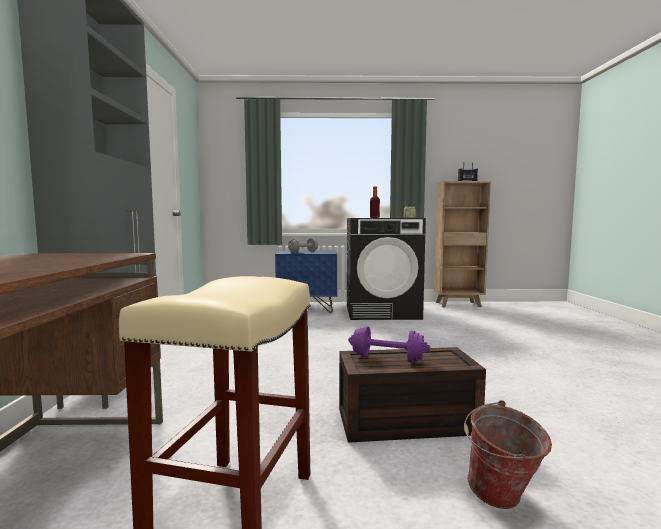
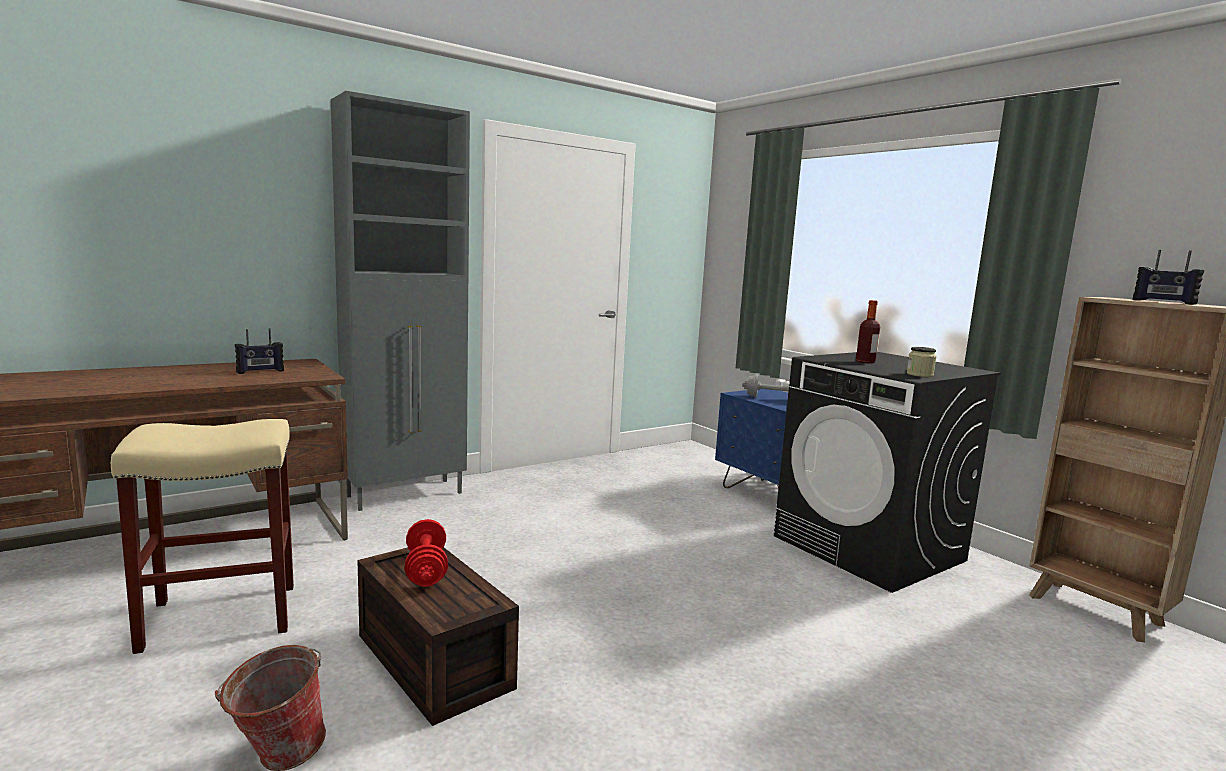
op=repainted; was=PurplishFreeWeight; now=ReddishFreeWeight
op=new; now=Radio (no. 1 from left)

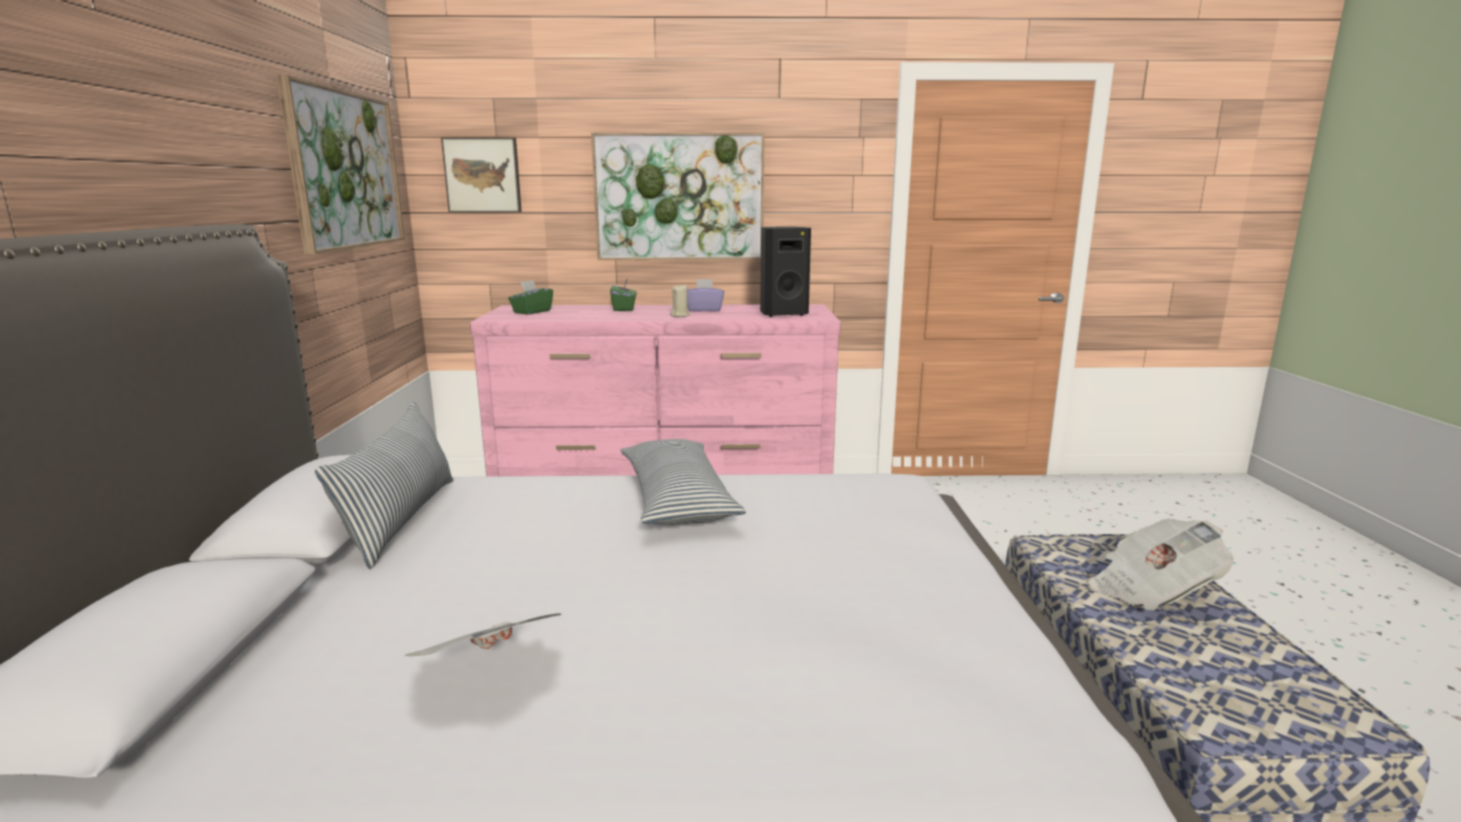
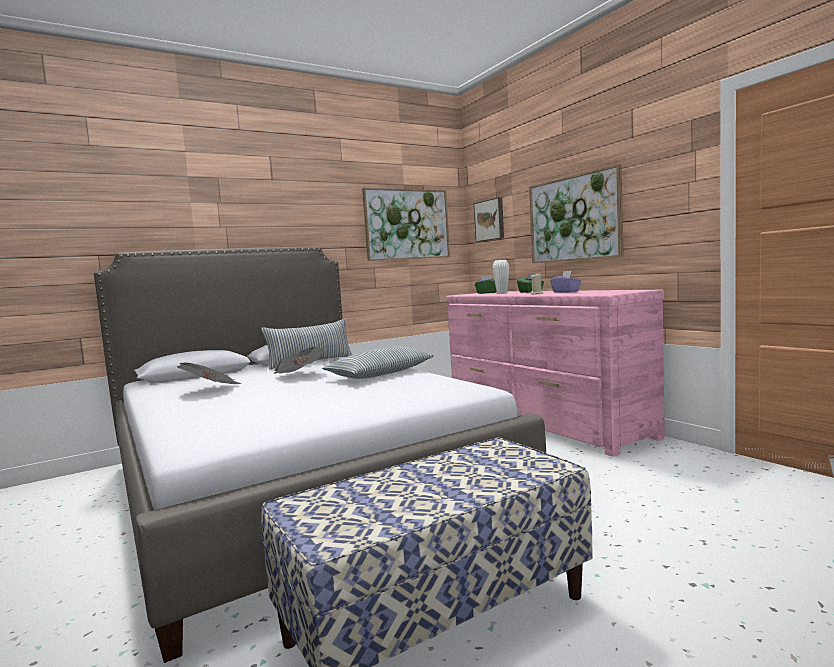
op=gone; was=BlackishLoudspeaker
op=shifted; was=DailyPaper (no. 2 from left)
op=new; now=WhitishDecorativeVase

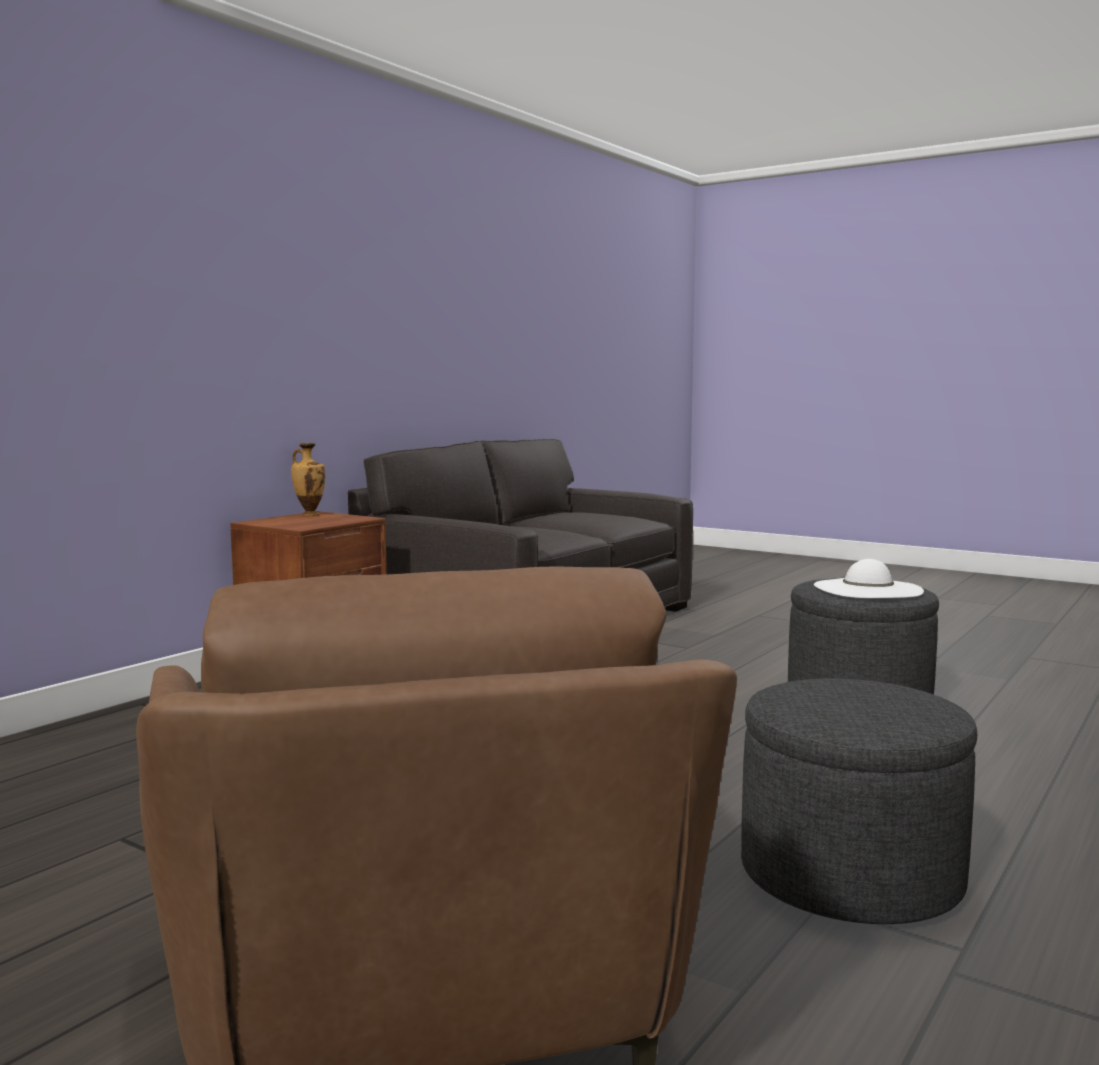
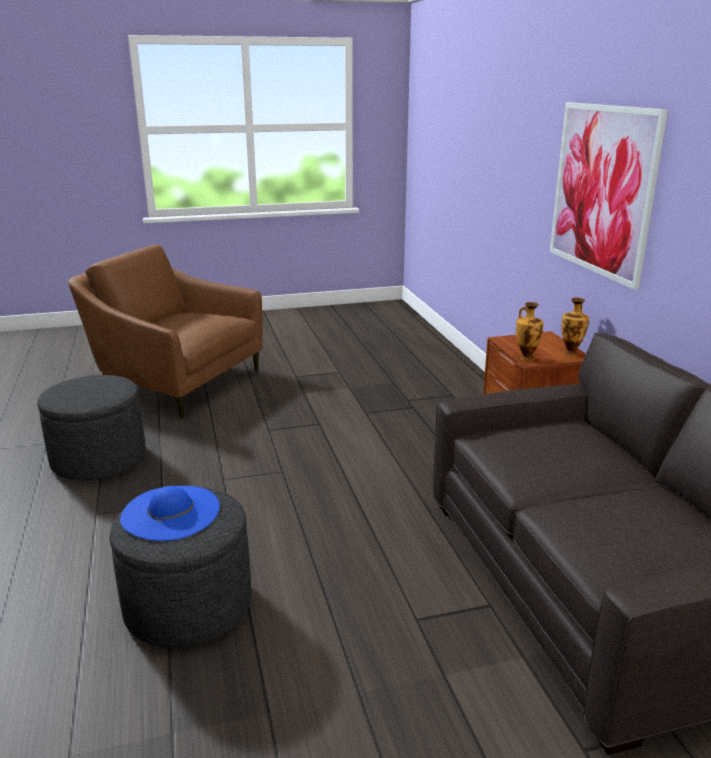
op=repainted; was=WhitishHat; now=BlueColouredHat
op=new; now=WallArt
op=new; now=DecorativeVase (no. 1 from left)

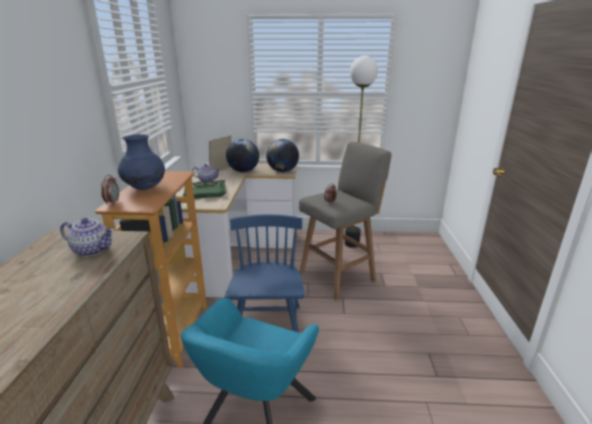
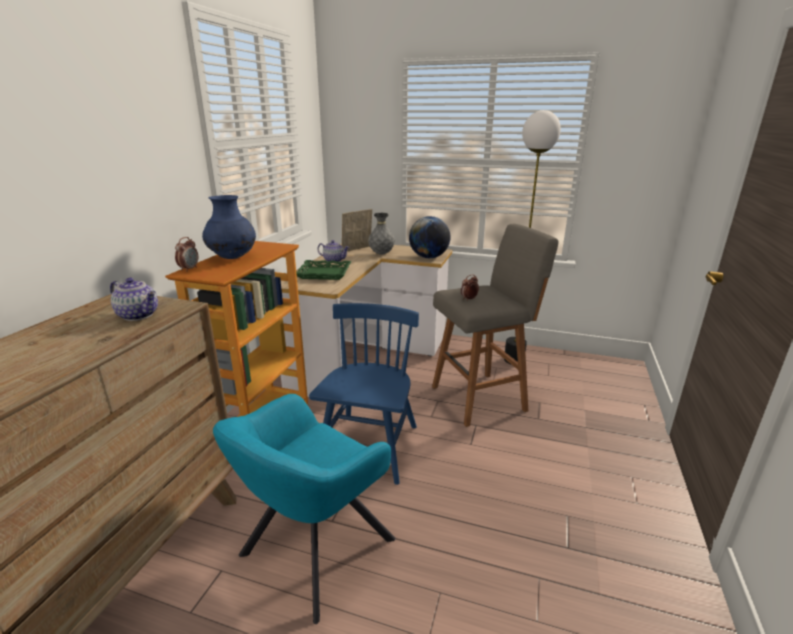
op=swapped; was=WorldGlobe (no. 1 from left); now=GrayDecorativeVase

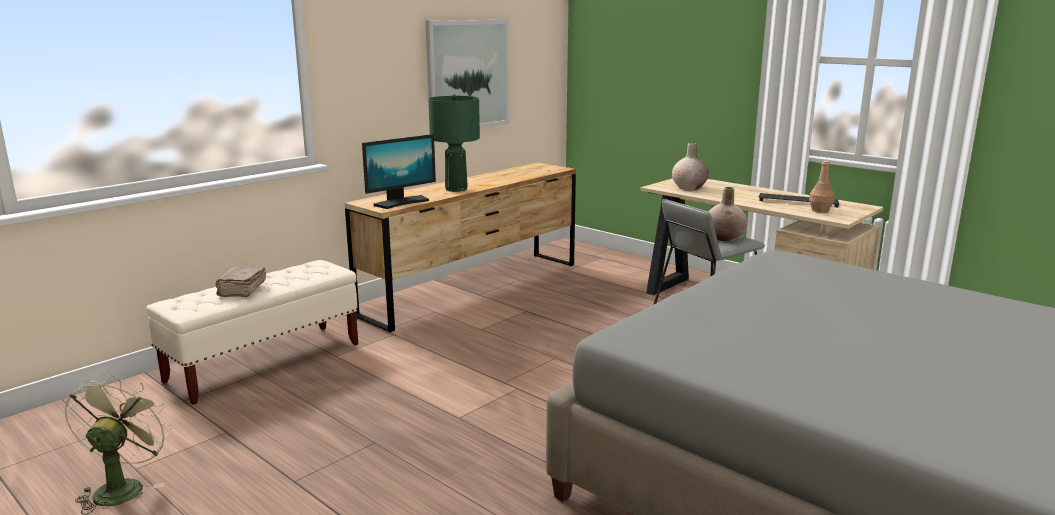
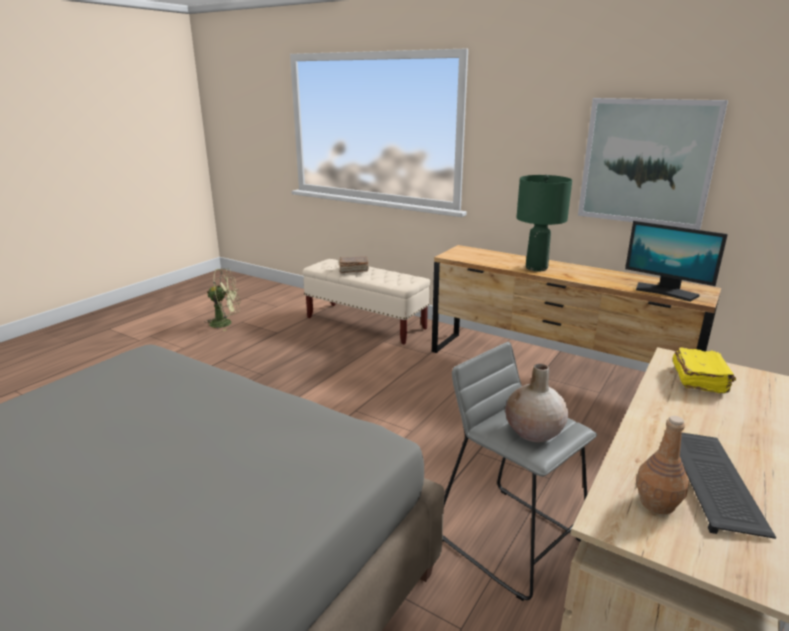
op=shifted; was=Monitor
op=swapped; was=BeigeDecorativeVase (no. 1 from left); now=YellowishBoundBook

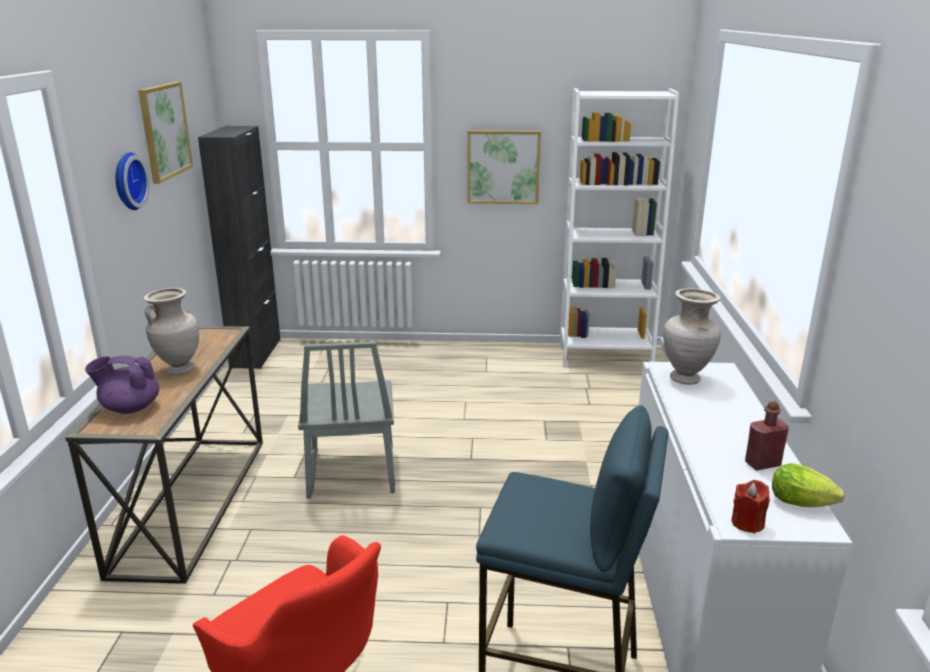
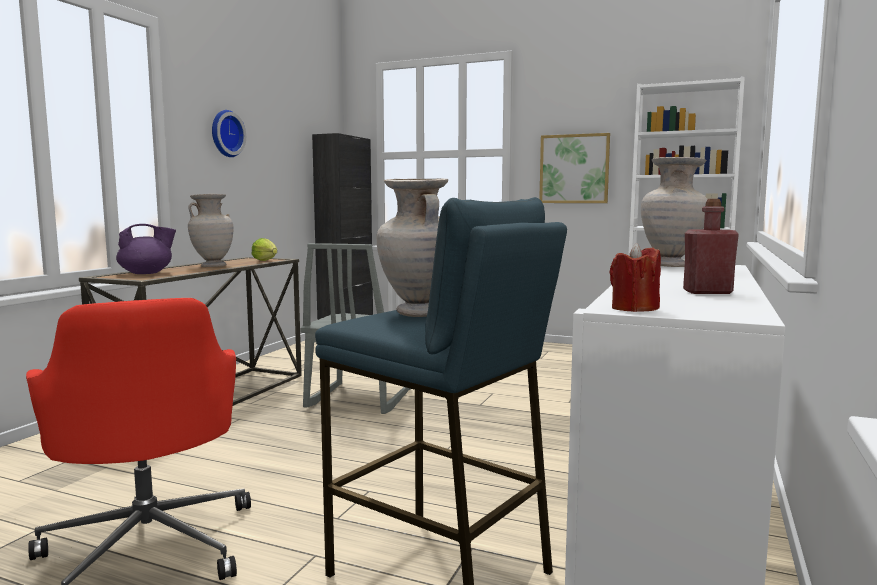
op=gone; was=WallArt (no. 1 from left)
op=rotated; was=PurplishTeapot; clockwise=135
op=shifted; was=LettuceHead
op=new; now=BeigeDecorativeVase (no. 2 from left)

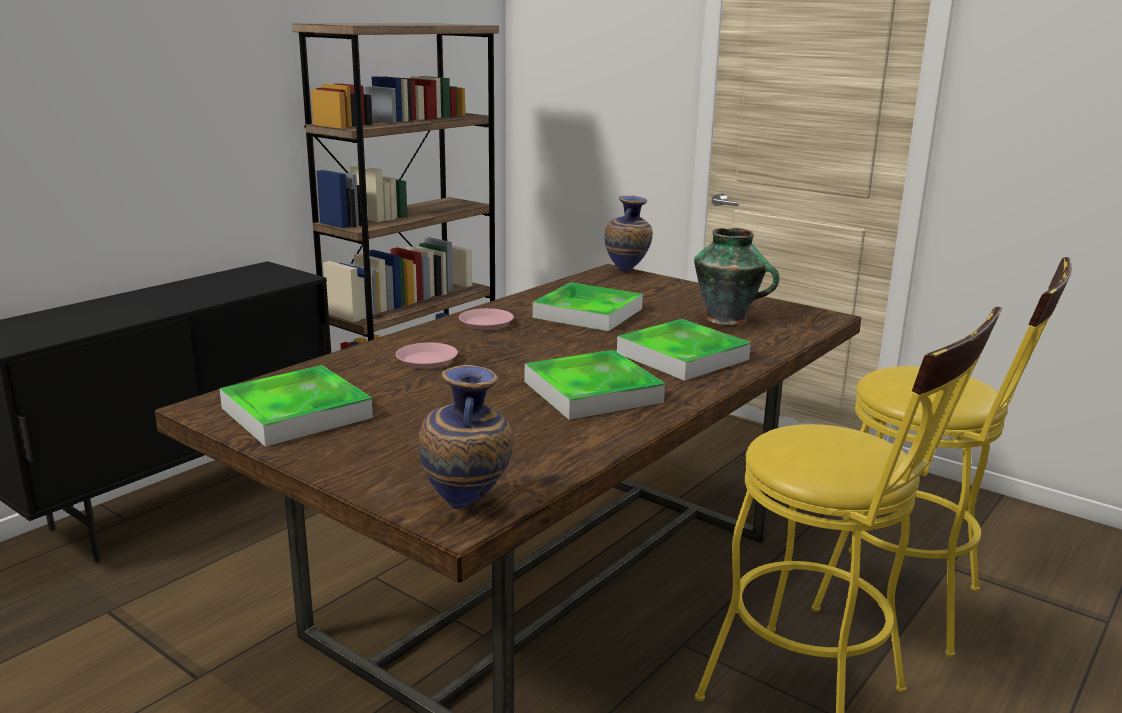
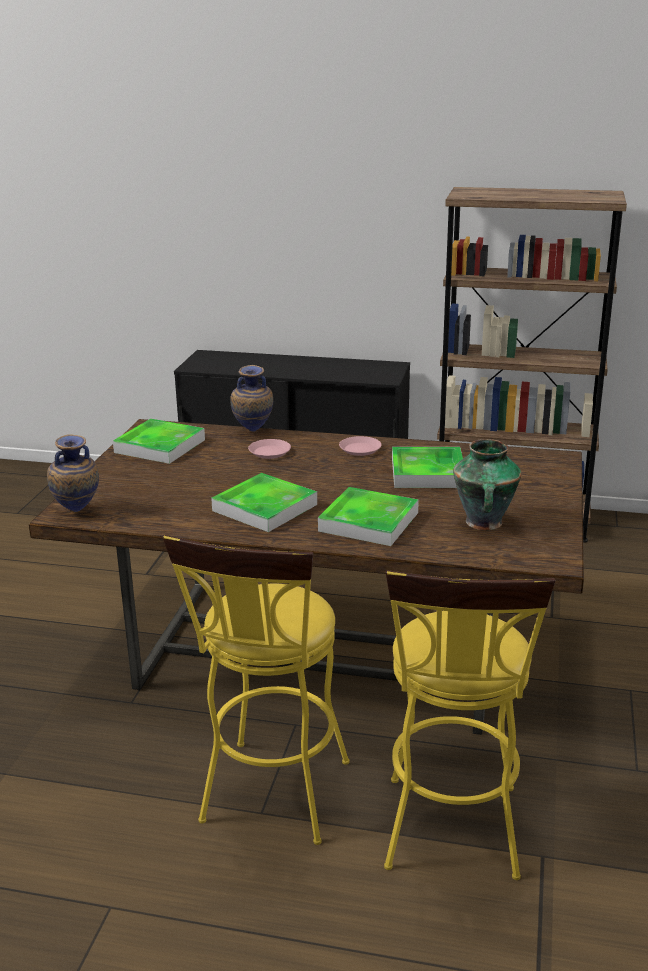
op=shifted; was=DecorativeVase (no. 2 from left)

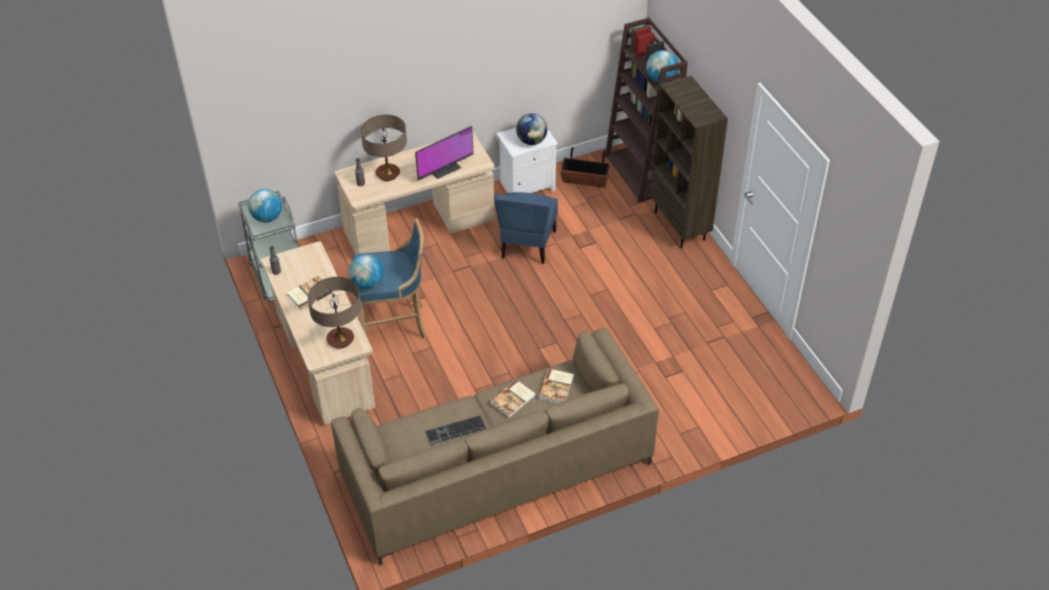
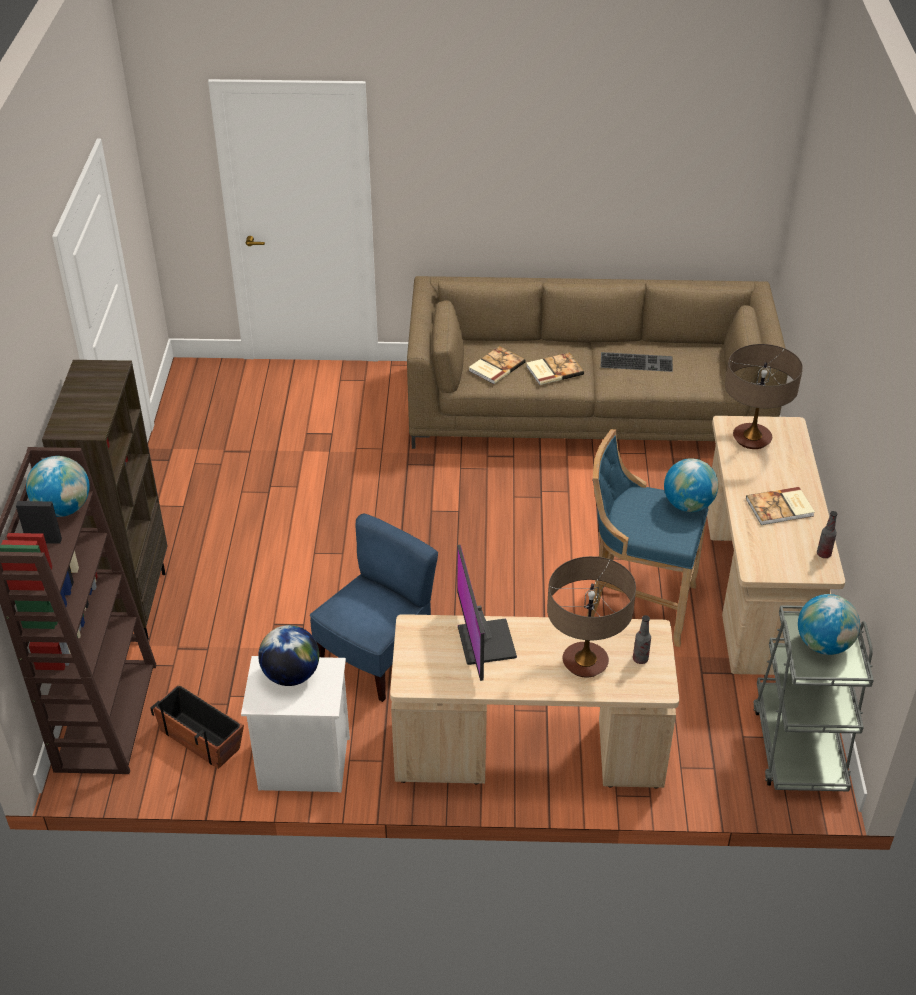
op=rotated; was=Monitor; clockwise=-90

